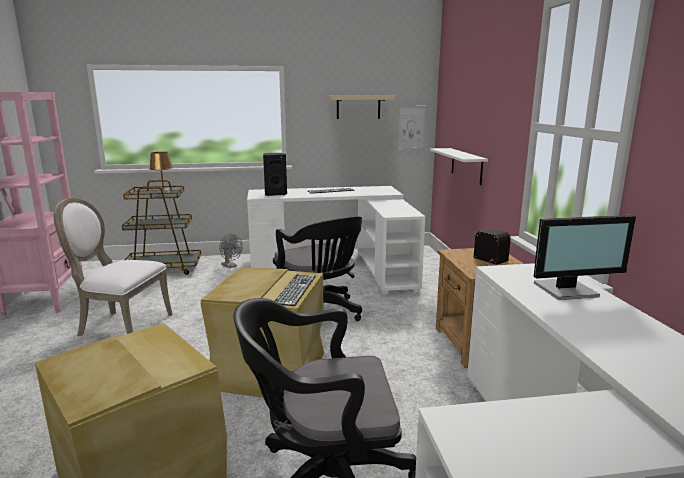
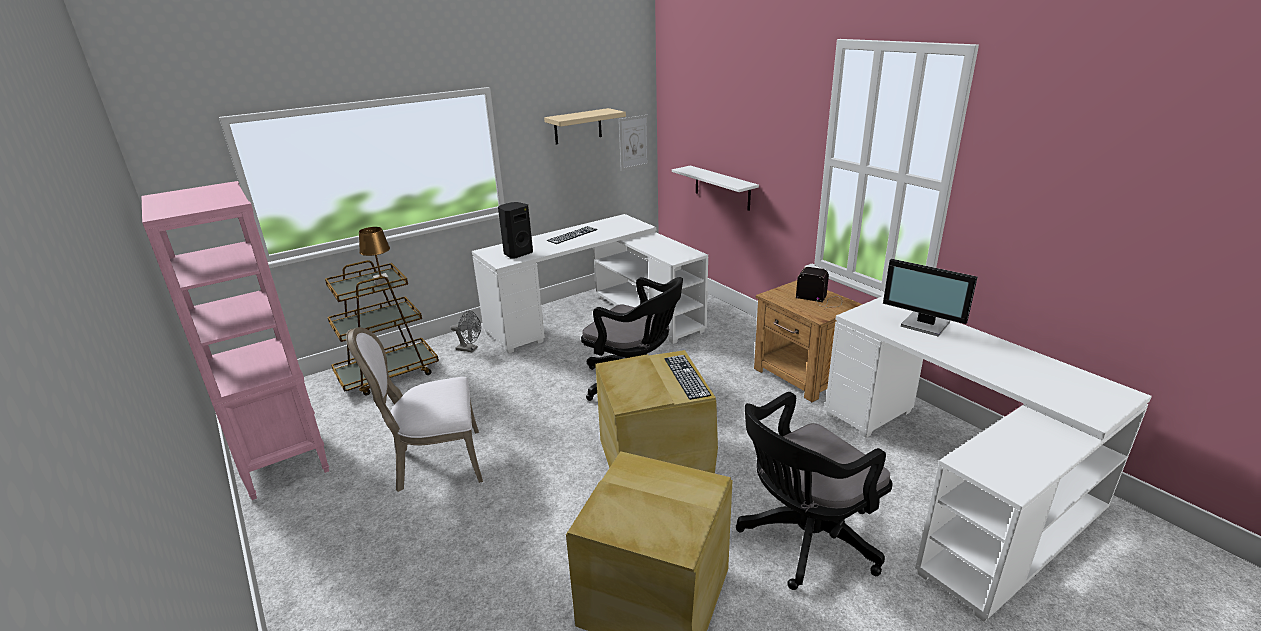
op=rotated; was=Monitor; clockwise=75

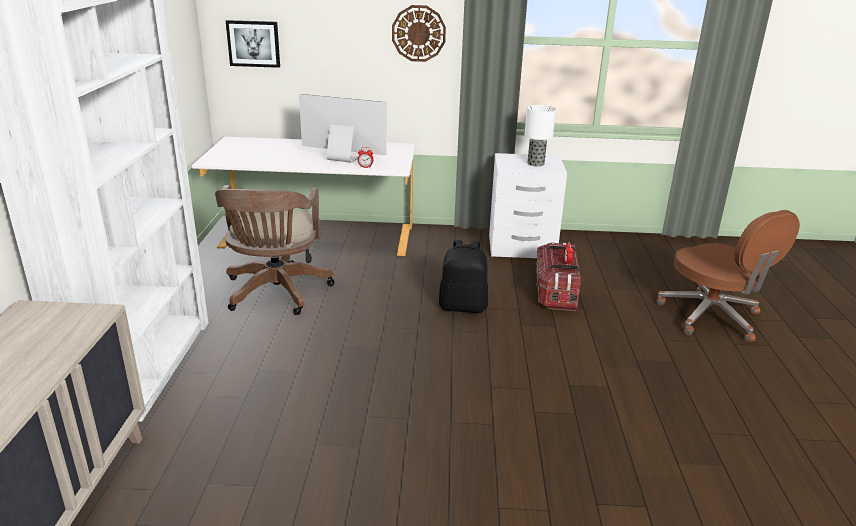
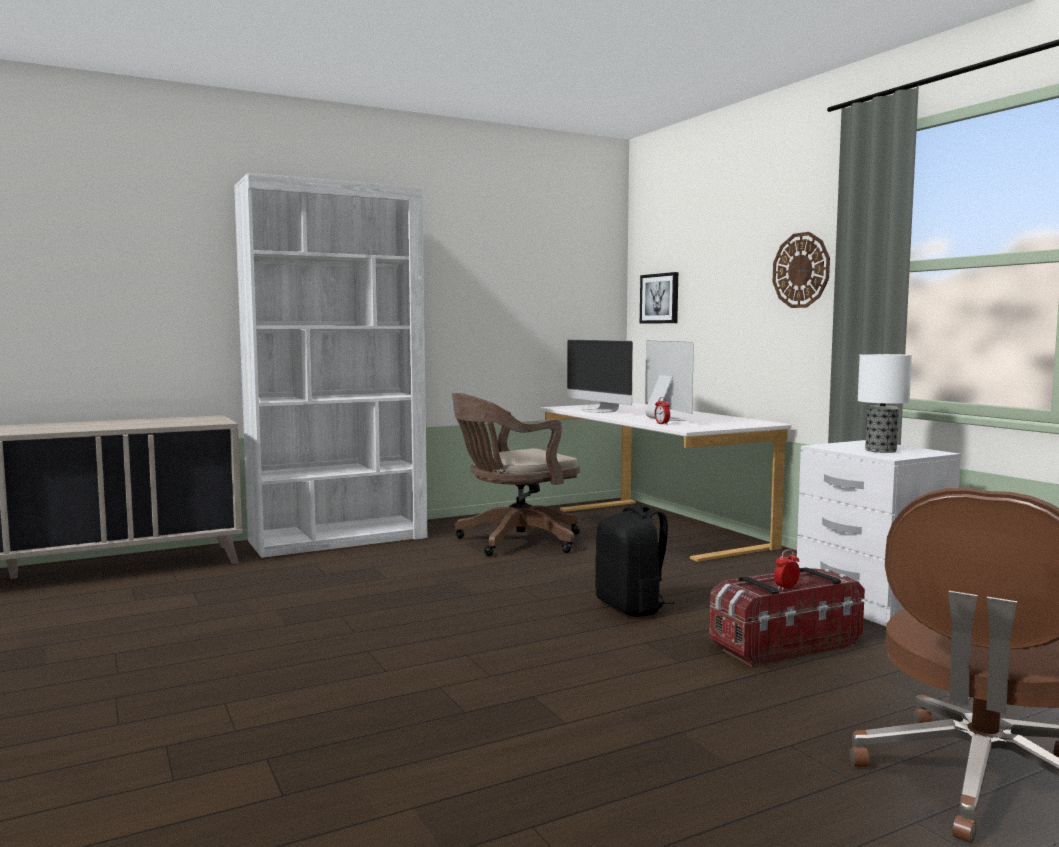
op=new; now=Monitor (no. 1 from left)

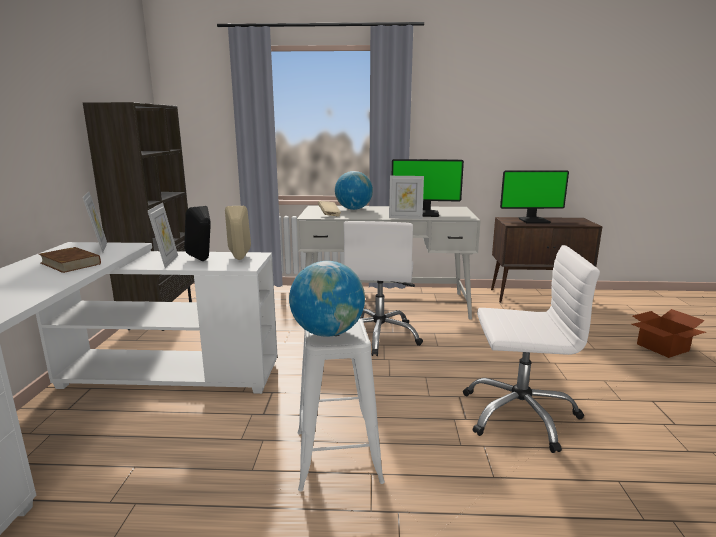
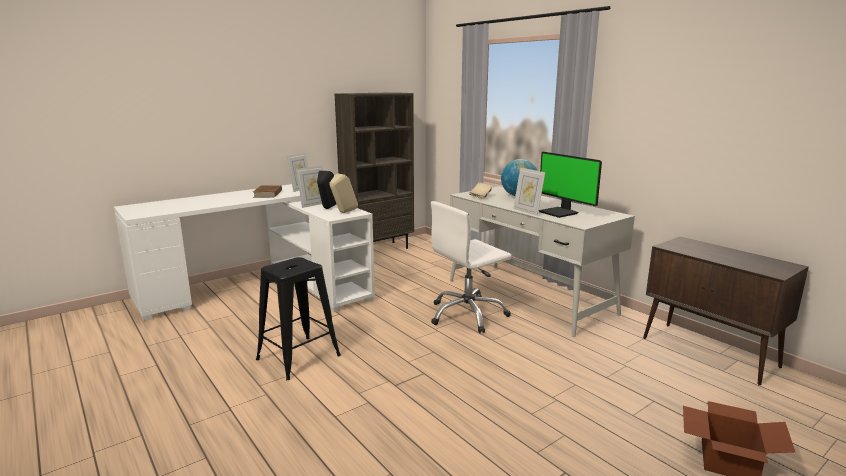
op=gone; was=Monitor (no. 2 from left)
op=gone; was=WhitishComputerChair (no. 2 from left)
op=gone; was=WorldGlobe (no. 1 from left)
op=repainted; was=WhitishStool; now=BlackishStool

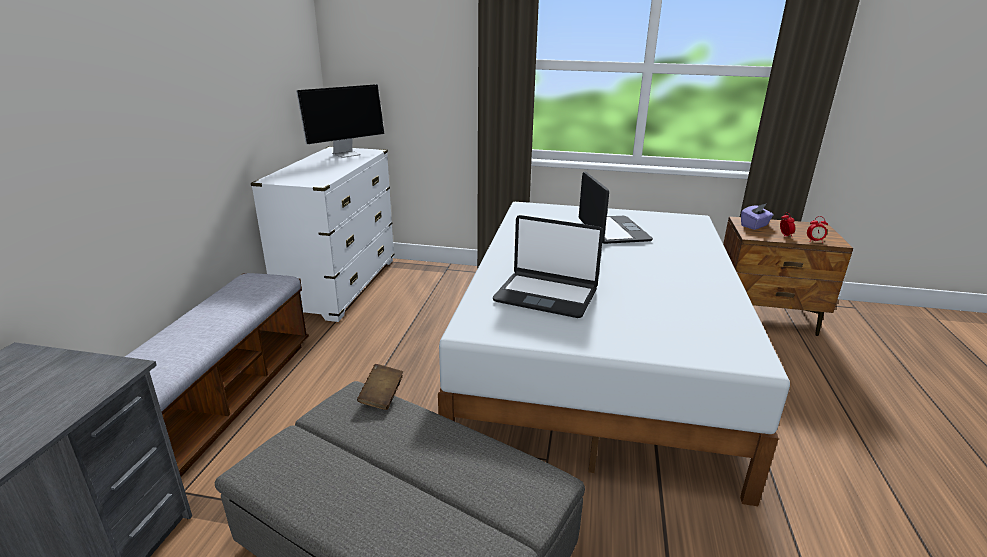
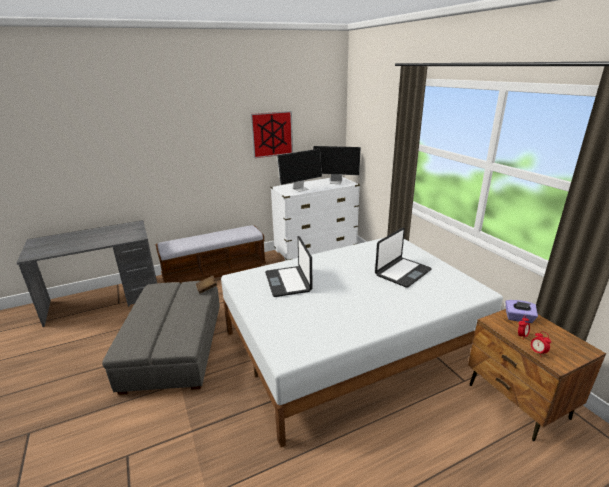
op=new; now=WallArt
op=new; now=Monitor (no. 1 from left)

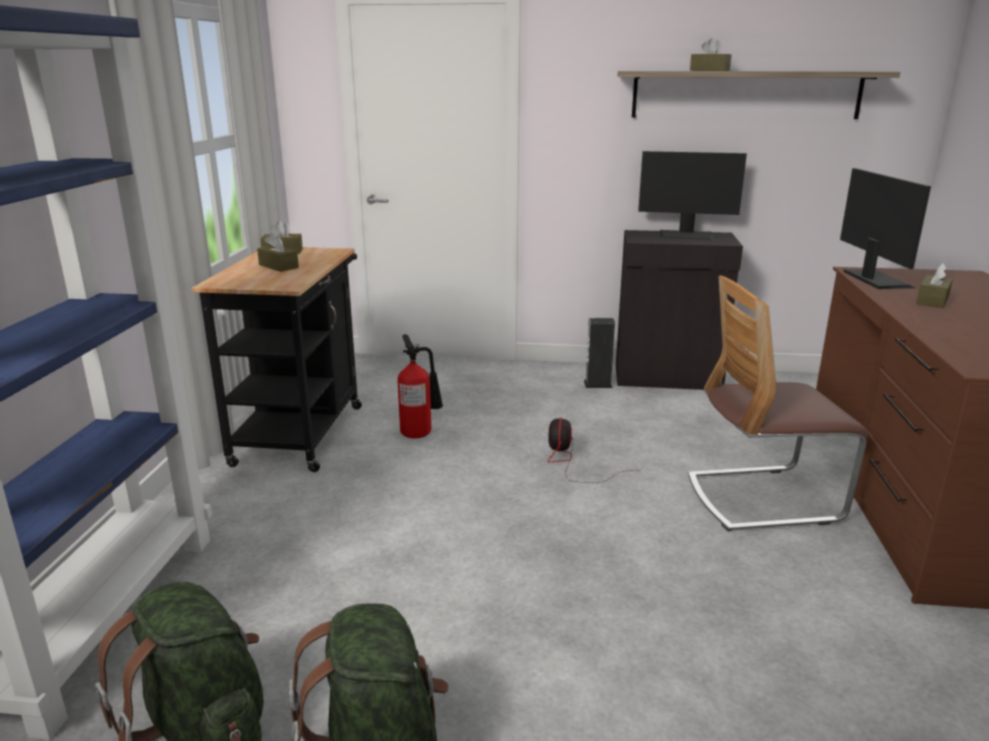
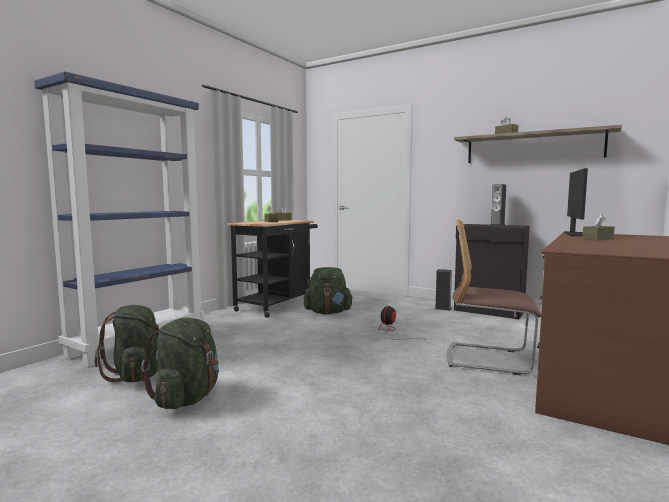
op=swapped; was=Monitor (no. 1 from left); now=Loudspeaker (no. 2 from left)
op=swapped; was=FireFightingCylinder; now=GreenRucksack (no. 3 from left)

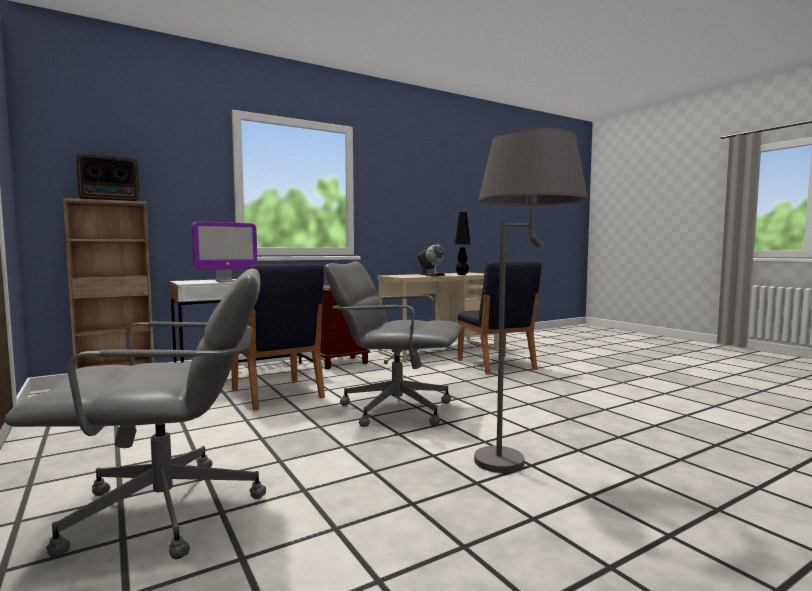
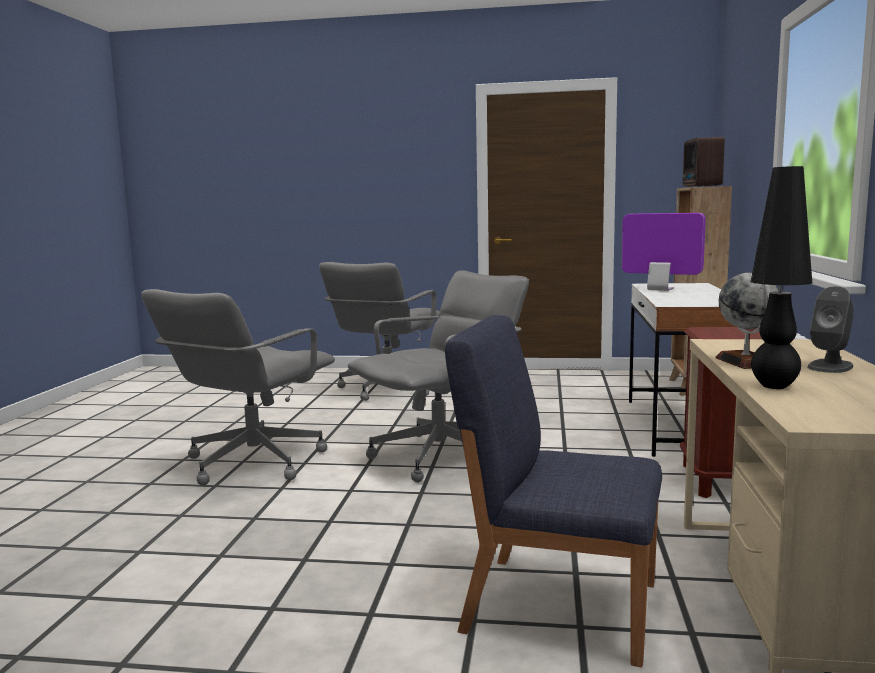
op=swapped; was=GrayStandardLamp; now=GrayComputerChair (no. 1 from left)
op=rotated; was=Monitor; clockwise=120
op=gone; was=BlueColouredChair (no. 1 from left)

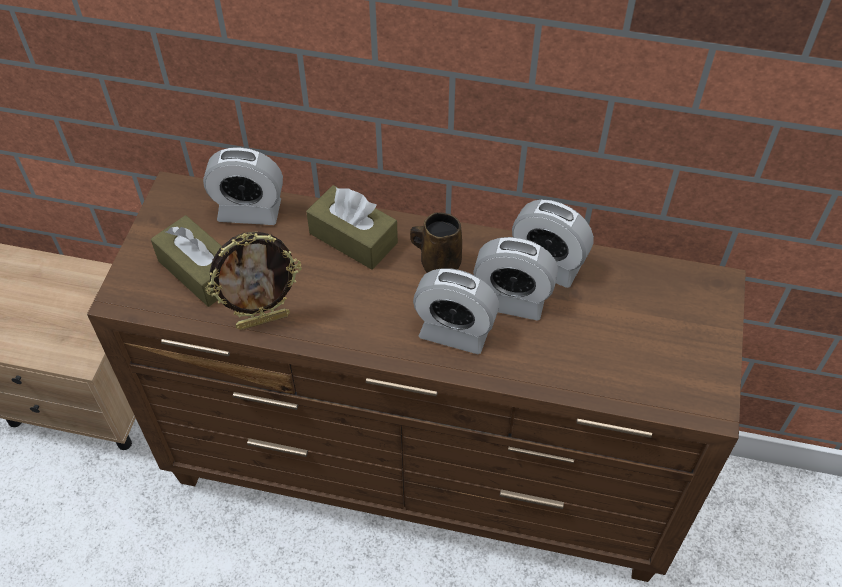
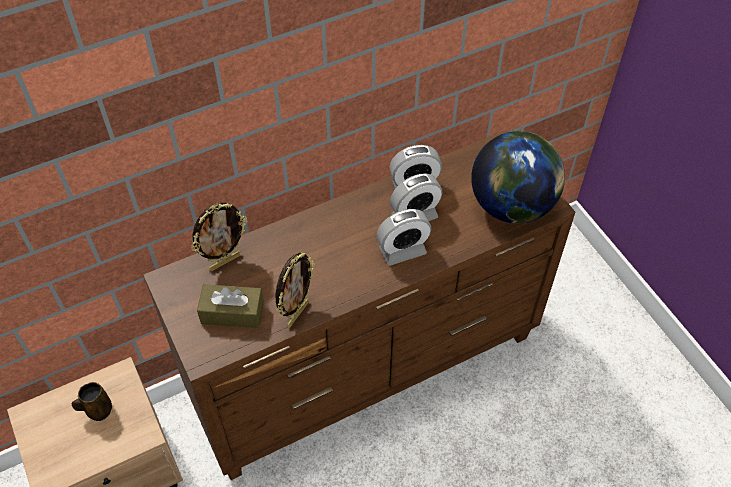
op=swapped; was=TableClock (no. 1 from left); now=PhotoFrame (no. 1 from left)
op=gone; was=BrownTissueBox (no. 2 from left)
op=shifted; was=BrownMug
op=new; now=WorldGlobe

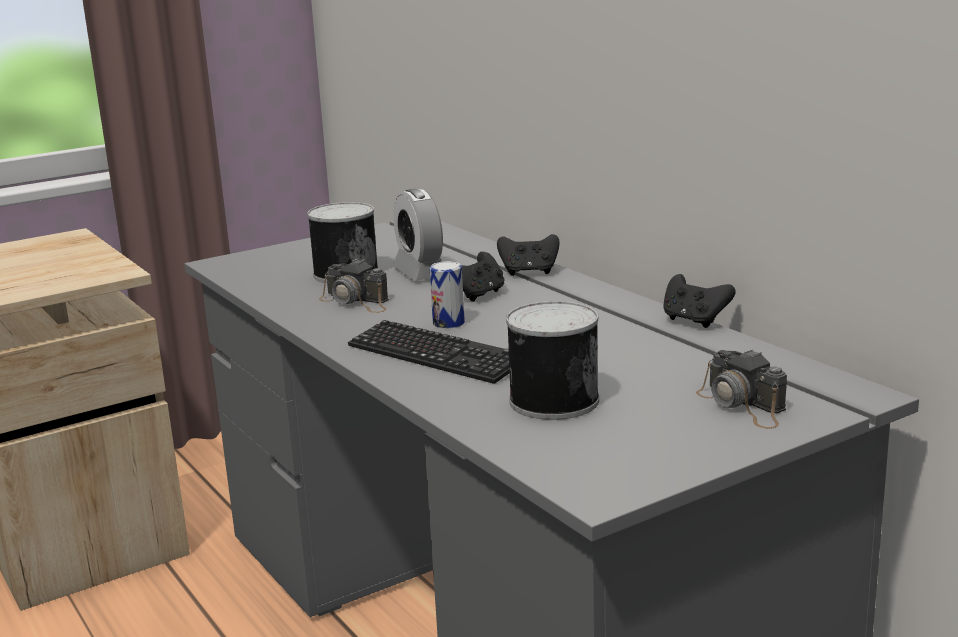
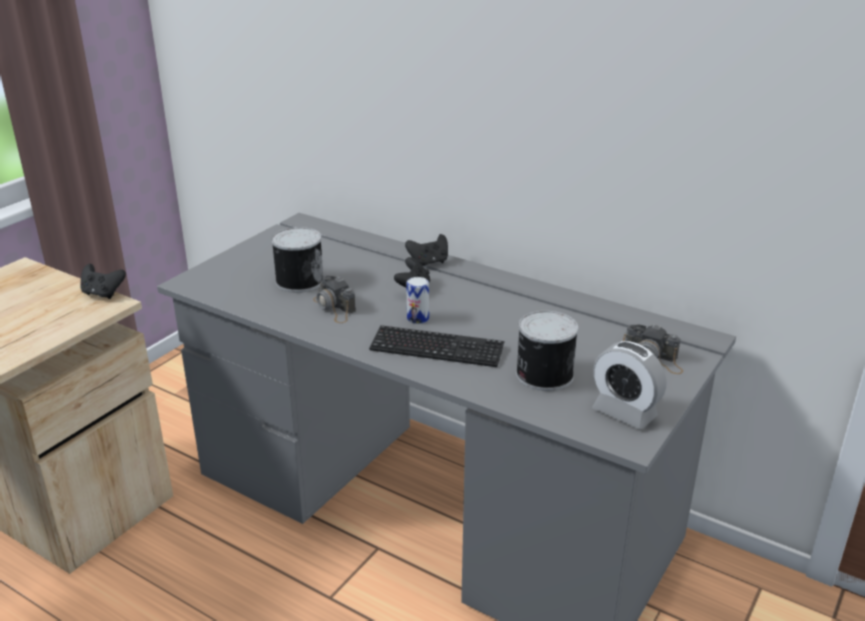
op=shifted; was=TableClock
op=rotated; was=StillCamera (no. 1 from left); clockwise=45
op=shifted; was=BlackishGameController (no. 3 from left in the first image); now=BlackishGameController (no. 1 from left)

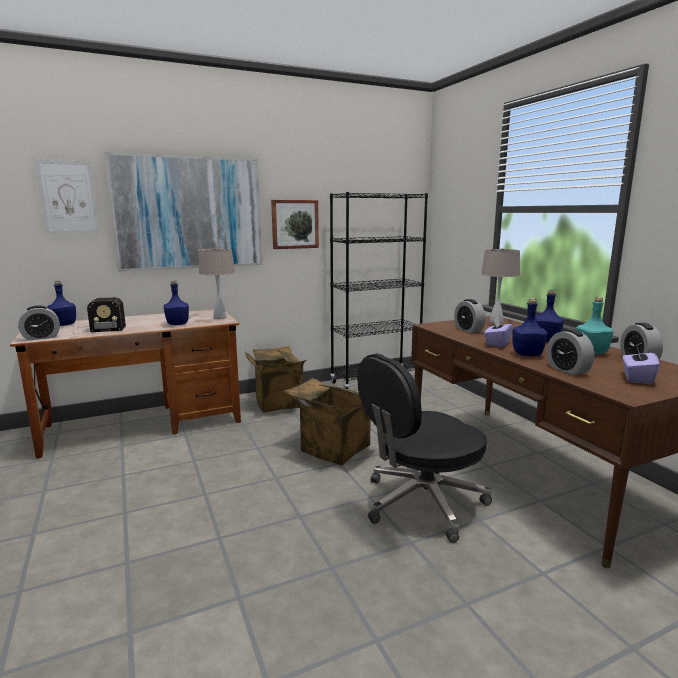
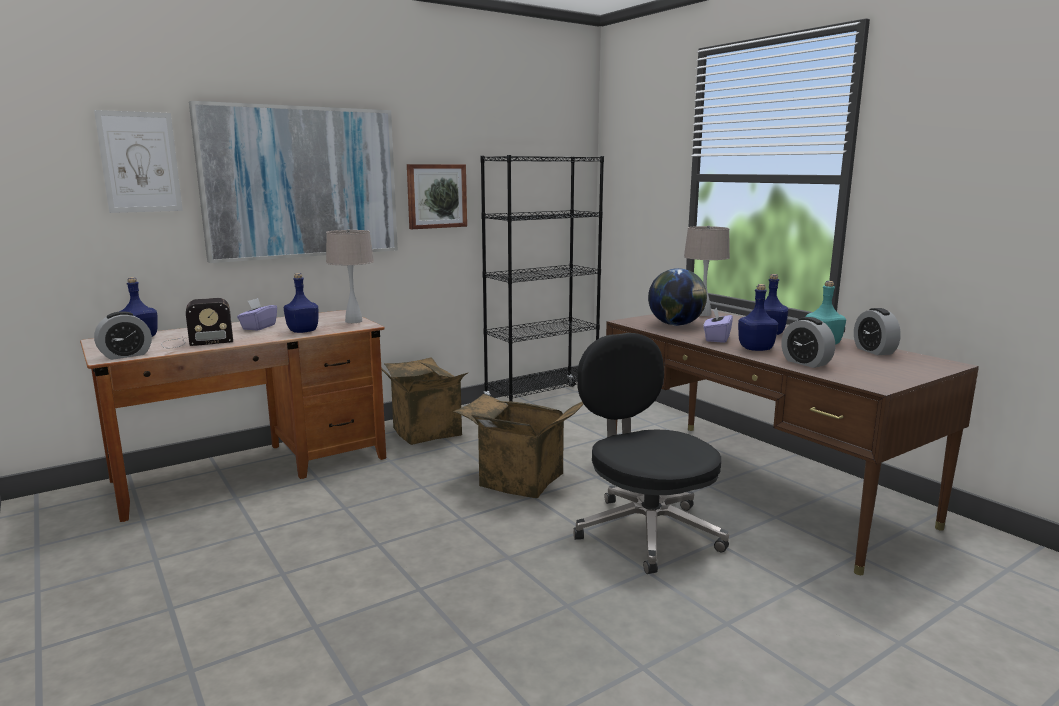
op=swapped; was=TableClock (no. 2 from left); now=WorldGlobe
op=shifted; was=PurplishTissueBox (no. 2 from left in the first image); now=PurplishTissueBox (no. 1 from left)
op=rotated; was=BlackishComputerChair; clockwise=105

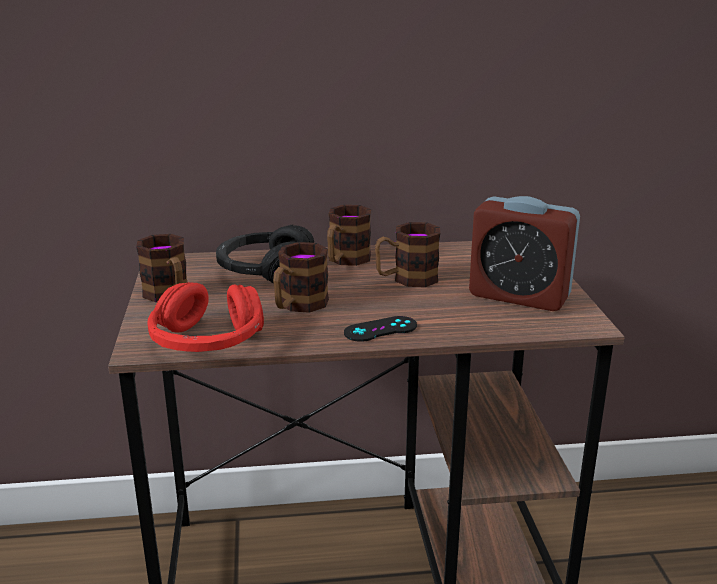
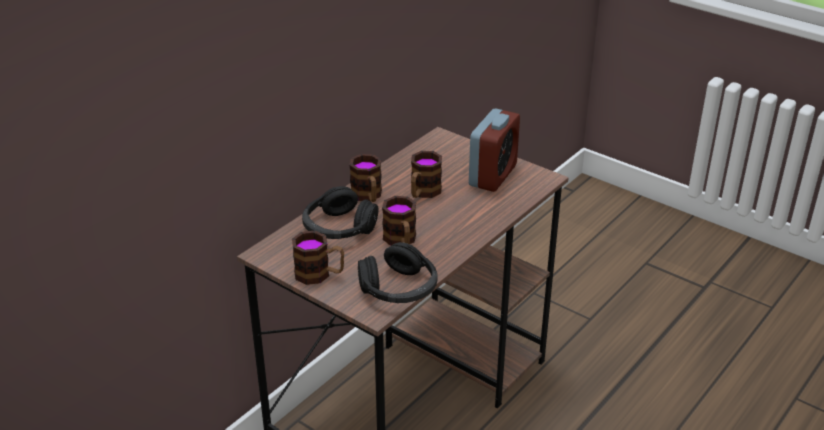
op=rotated; was=TableClock; clockwise=-45
op=repainted; was=ReddishHeadphones; now=BlackishHeadphones (no. 2 from left)
op=gone; was=BlackishGameController

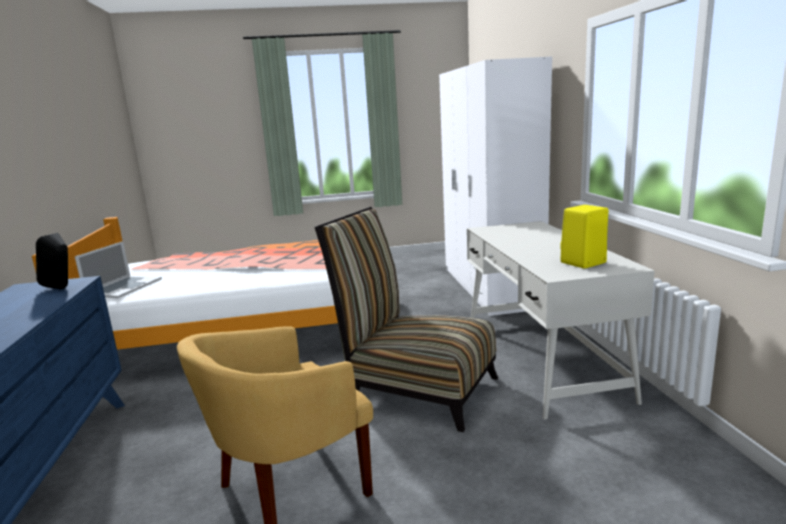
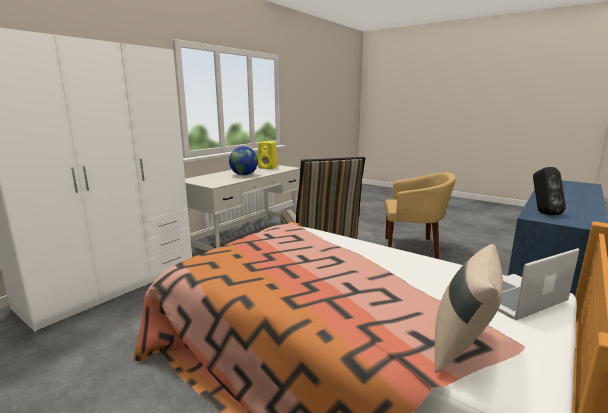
op=new; now=WorldGlobe
op=new; now=BeigeThrowPillow

